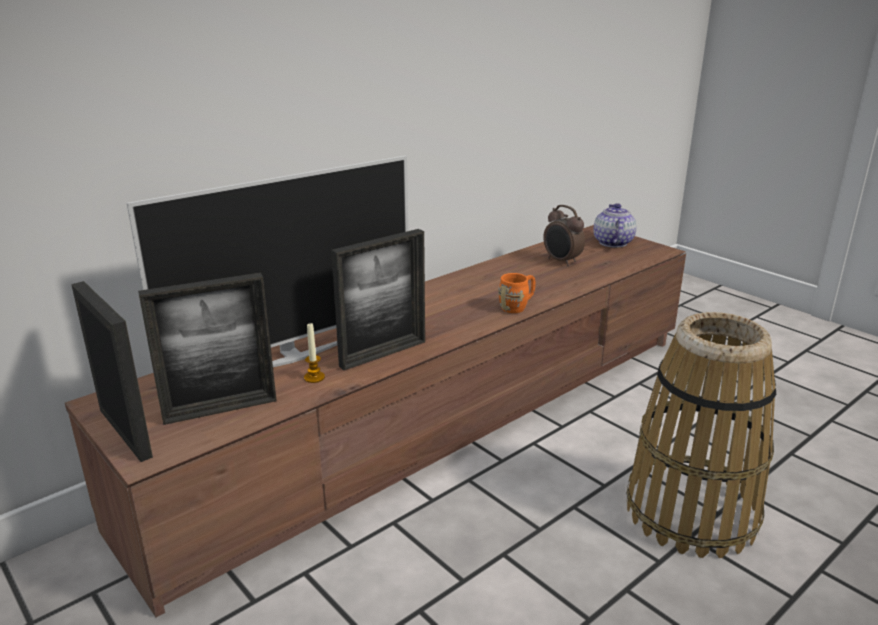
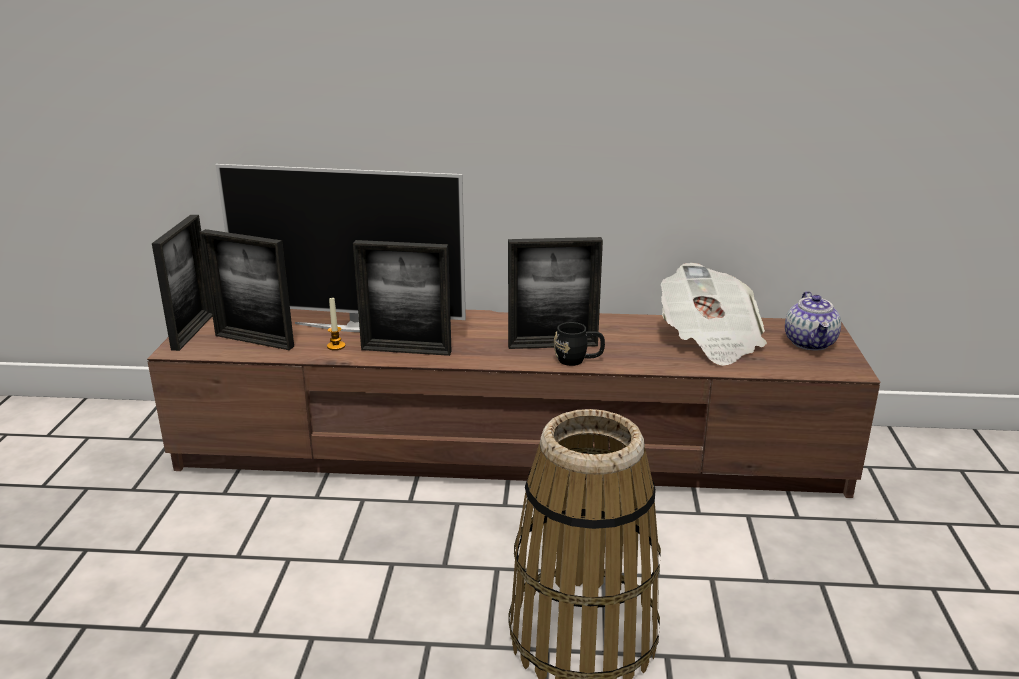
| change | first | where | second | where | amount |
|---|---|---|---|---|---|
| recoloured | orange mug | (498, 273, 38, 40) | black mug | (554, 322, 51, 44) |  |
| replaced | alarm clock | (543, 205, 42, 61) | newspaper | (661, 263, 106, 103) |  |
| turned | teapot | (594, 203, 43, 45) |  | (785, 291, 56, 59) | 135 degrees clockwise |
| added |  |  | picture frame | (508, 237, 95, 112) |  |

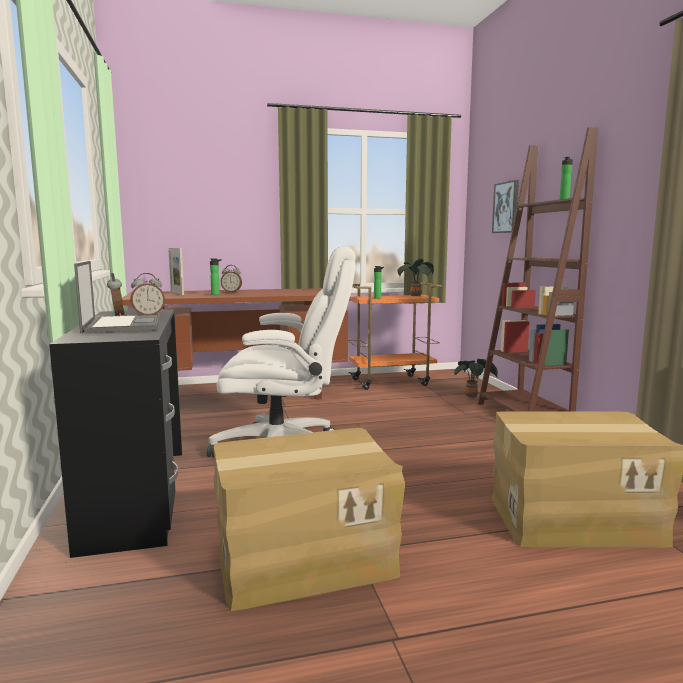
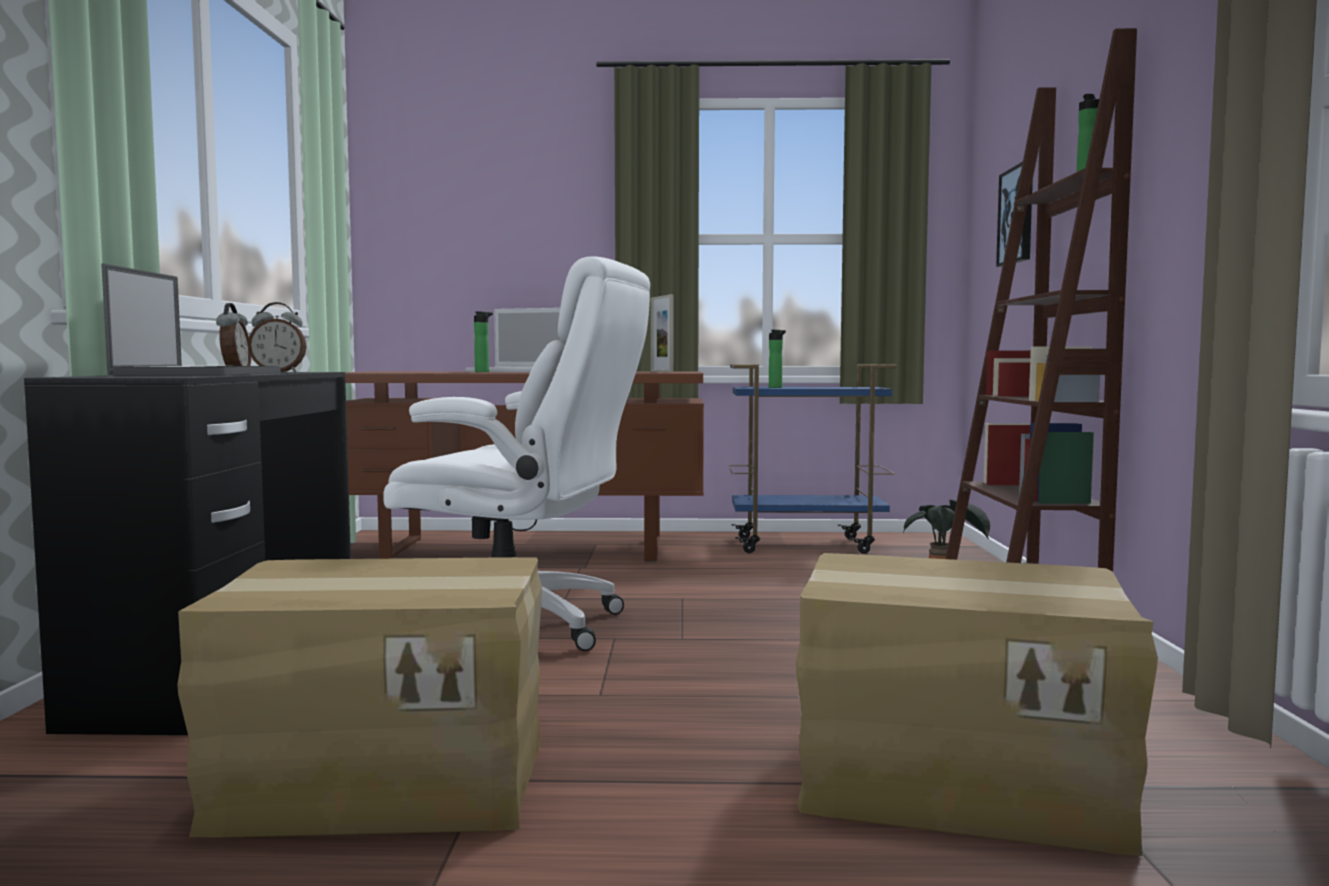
| change | first | where | second | where | amount |
|---|---|---|---|---|---|
| moved | picture frame | (168, 248, 16, 47) |  | (651, 294, 22, 78) |  |
| replaced | alarm clock | (221, 265, 21, 27) | laptop | (465, 308, 96, 64) |  |
| recoloured | orange cart | (348, 282, 94, 108) | blue cart | (728, 364, 169, 190) |  |
| removed | potted plant | (397, 259, 37, 37) |  |  |  |

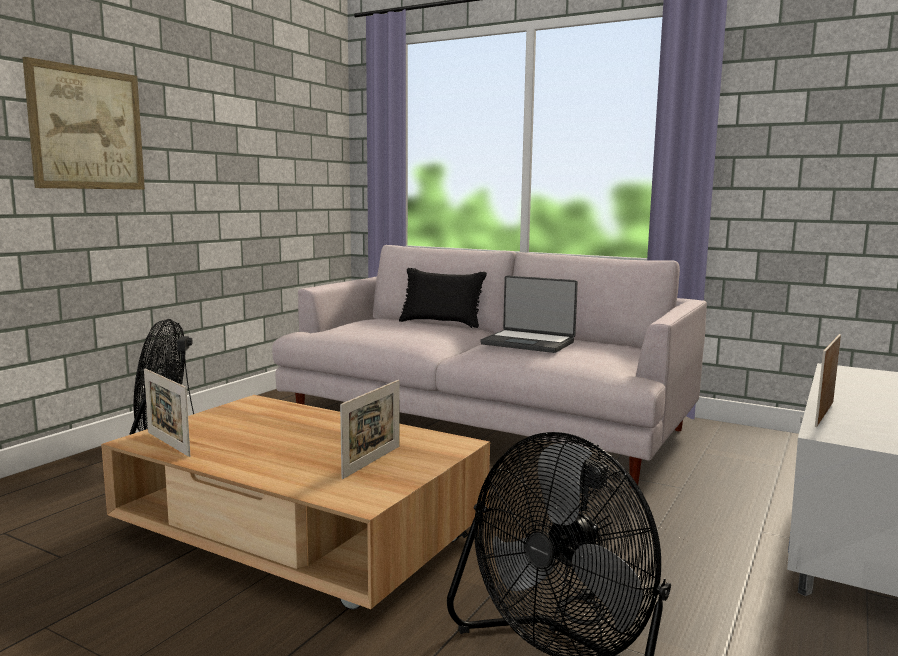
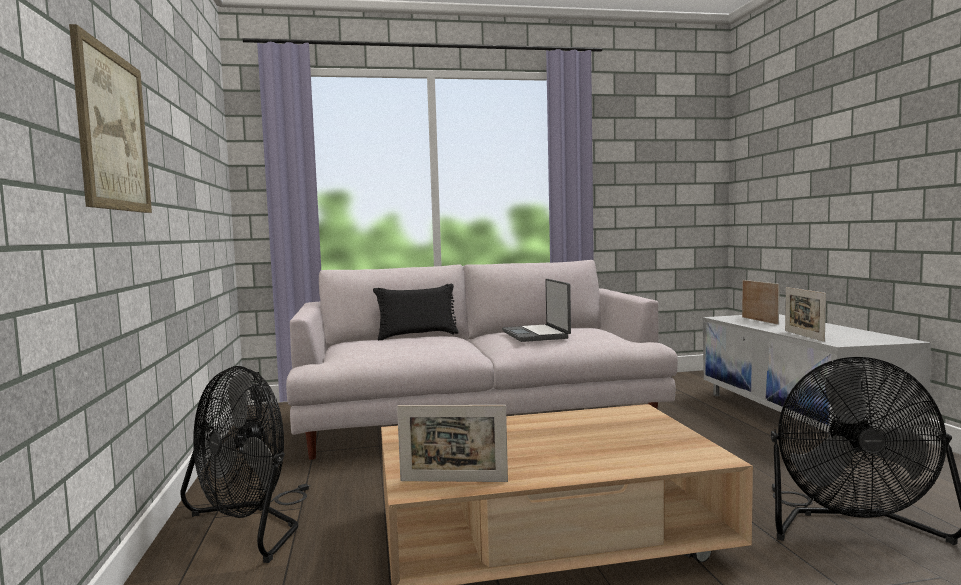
| change | first | where | second | where | amount |
|---|---|---|---|---|---|
| moved | picture frame | (340, 380, 60, 99) |  | (742, 280, 38, 45) |  |
| turned | laptop | (481, 275, 97, 78) |  | (502, 279, 69, 63) | 90 degrees clockwise |

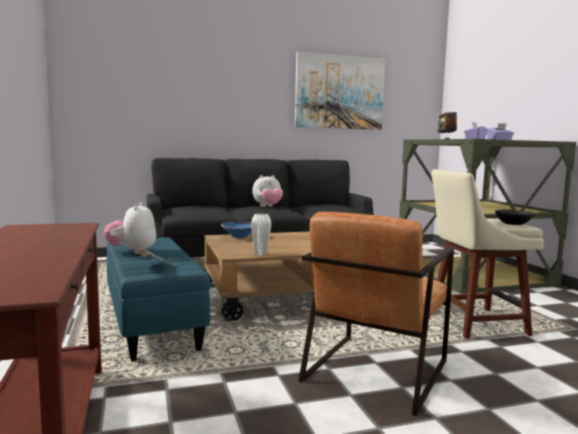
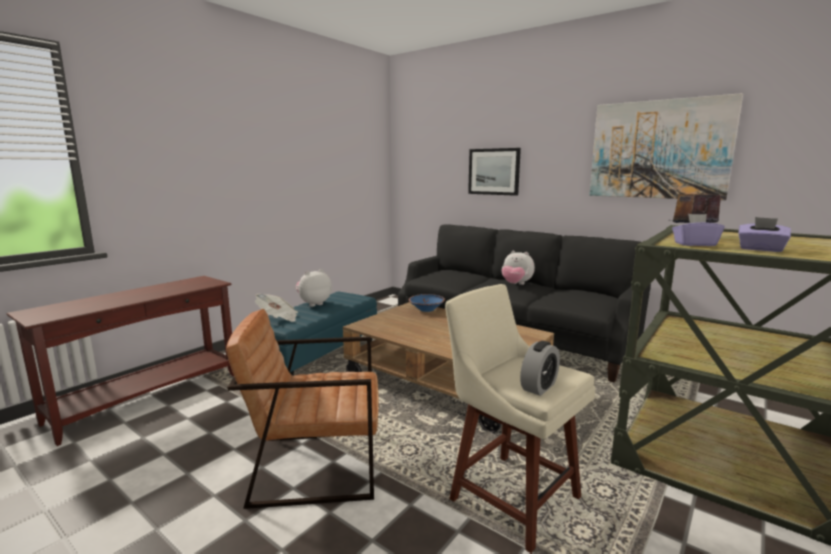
| change | first | where | second | where | amount |
|---|---|---|---|---|---|
| removed | white vase | (251, 213, 21, 43) |  |  |  |
| replaced | black bowl | (495, 209, 39, 16) | alarm clock | (520, 341, 40, 55) |  |
| added |  |  | picture | (468, 148, 53, 48) |  |

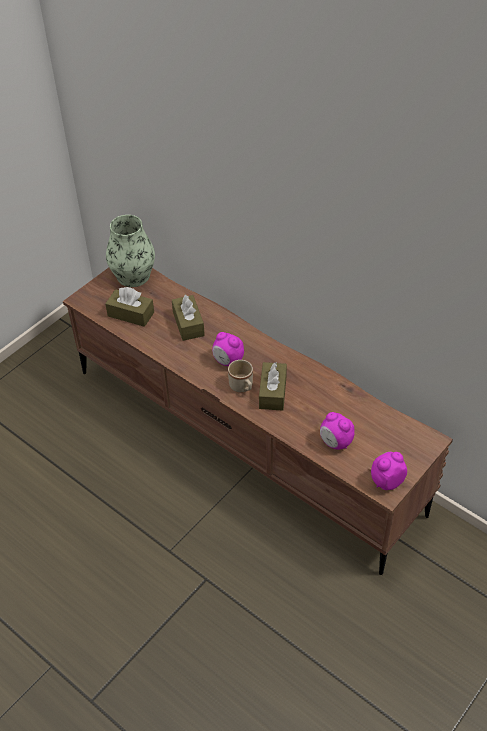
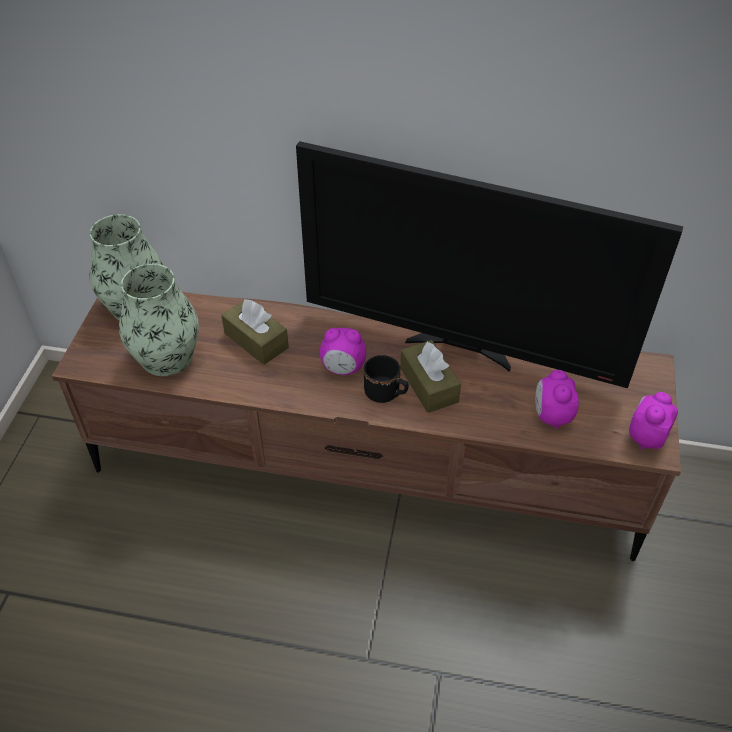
| change | first | where | second | where | amount |
|---|---|---|---|---|---|
| replaced | brown tissue box | (105, 287, 49, 40) | vase | (119, 264, 80, 112) |  |
| recoloured | beige mug | (228, 360, 25, 32) | black mug | (364, 355, 45, 48) |  |
| turned | alarm clock | (320, 412, 34, 38) |  | (535, 370, 44, 60) | 75 degrees clockwise |
| added |  |  | television | (296, 141, 387, 247) |  |

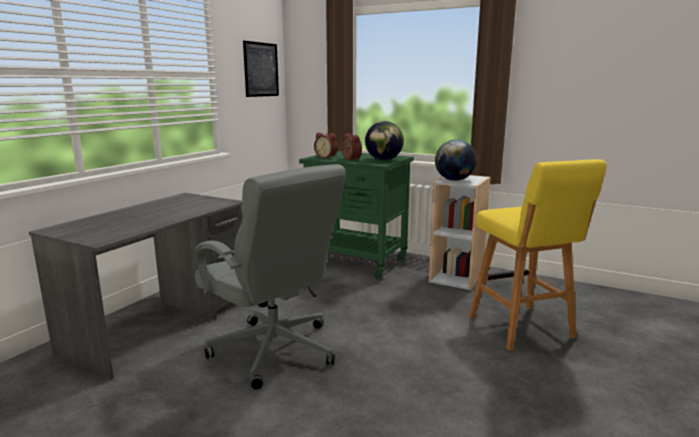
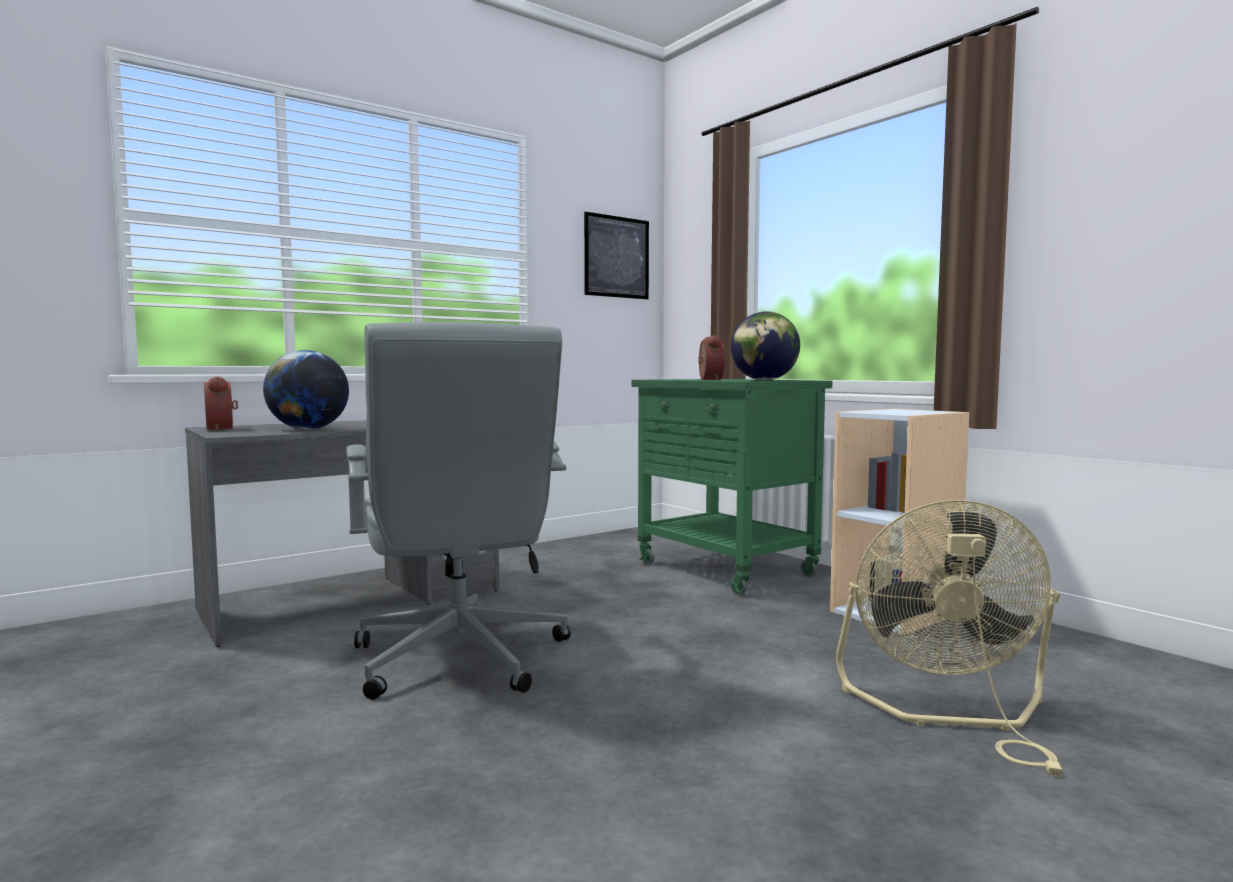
| change | first | where | second | where | amount |
|---|---|---|---|---|---|
| moved | alarm clock | (314, 132, 24, 27) |  | (204, 377, 34, 54) |  |
| moved | globe | (435, 140, 42, 41) |  | (263, 350, 86, 79) |  |
| replaced | yellow stool | (468, 159, 139, 192) | beige fan | (836, 500, 227, 277) |  |

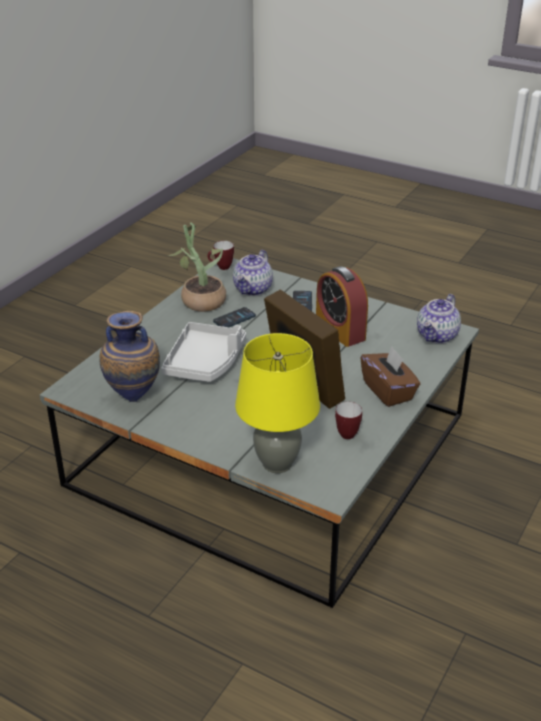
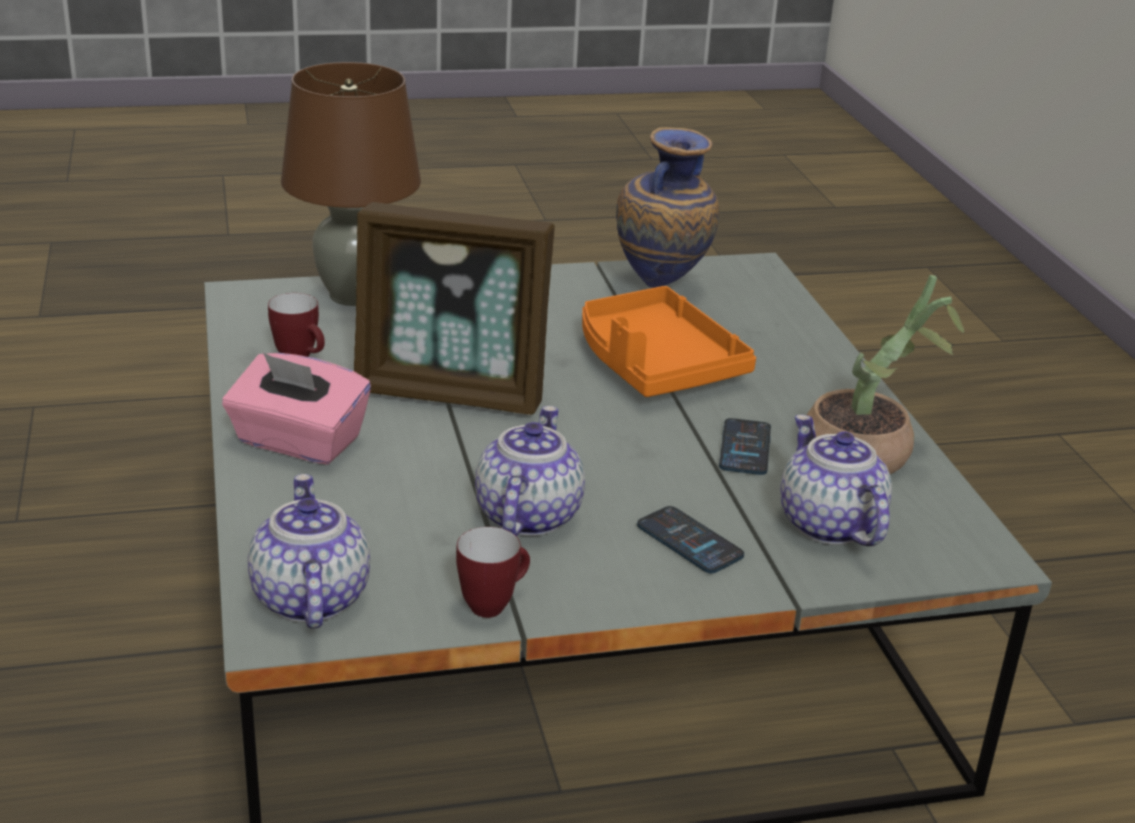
| change | first | where | second | where | amount |
|---|---|---|---|---|---|
| recoloured | grey tray | (161, 322, 85, 60) | orange tray | (582, 286, 174, 111) |  |
| moved | mug | (208, 241, 26, 29) |  | (456, 527, 74, 91) |  |
| recoloured | yellow table lamp | (235, 333, 85, 140) | brown table lamp | (281, 62, 140, 244) |  |
| replaced | alarm clock | (316, 266, 52, 81) | teapot | (475, 406, 110, 130) |  |
| recoloured | brown tissue box | (360, 346, 60, 61) | pink tissue box | (222, 353, 149, 112) |  |

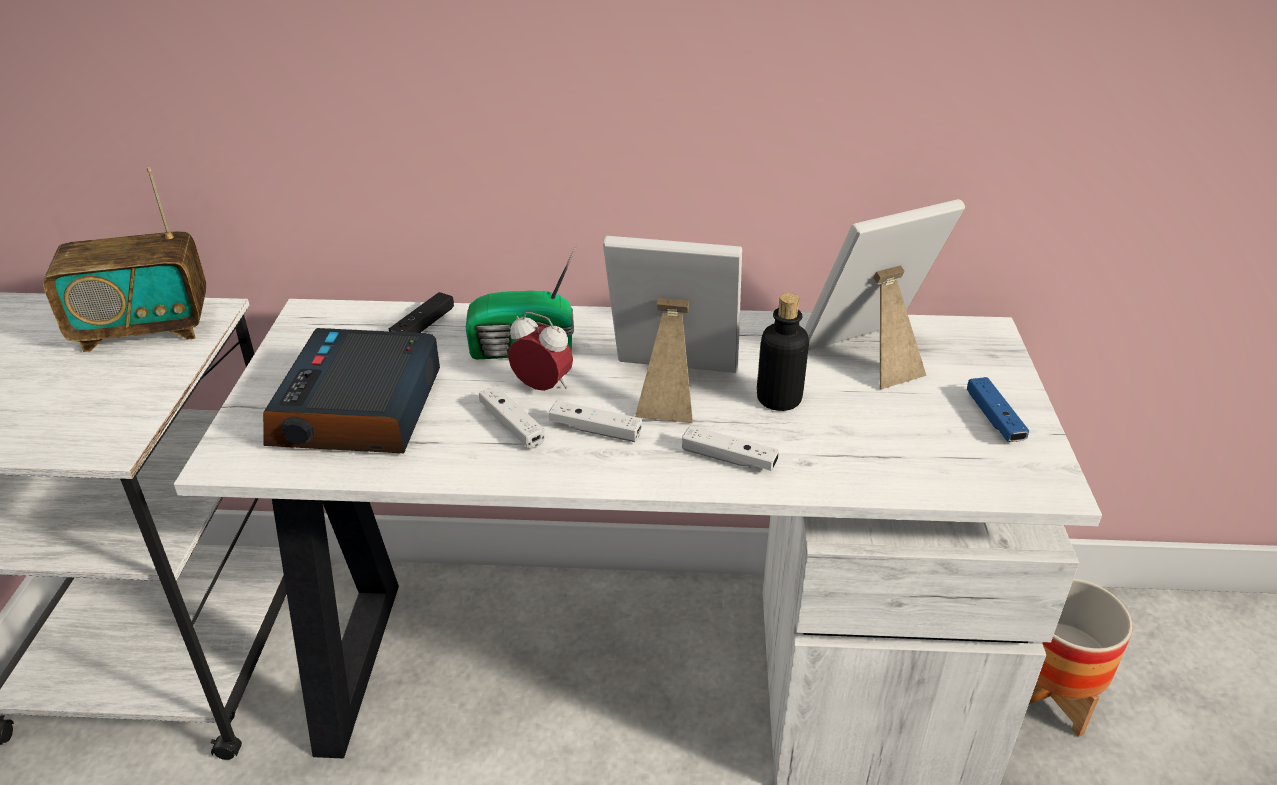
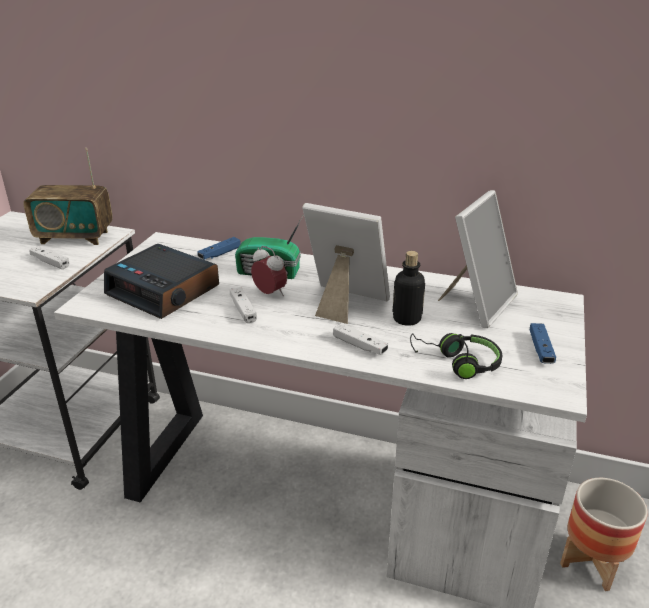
| change | first | where | second | where | amount |
|---|---|---|---|---|---|
| turned | alarm clock | (263, 328, 177, 125) |  | (104, 244, 115, 75) | 75 degrees counterclockwise |
| recoloured | black game controller | (389, 292, 65, 41) | blue game controller | (197, 237, 44, 23) |  |
| moved | white game controller | (549, 401, 93, 41) |  | (29, 246, 41, 23) |  |
| turned | picture frame | (804, 199, 161, 190) |  | (438, 190, 80, 138) | 135 degrees clockwise |
| added |  |  | black headphones | (410, 333, 92, 46) |  |

